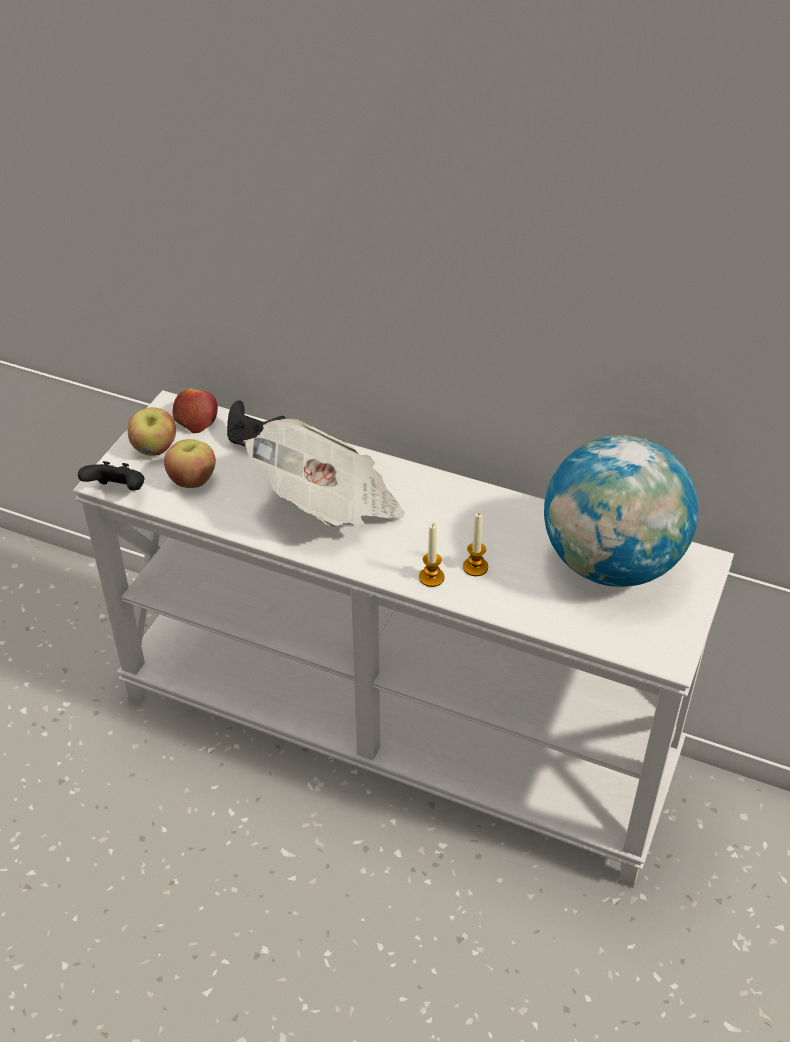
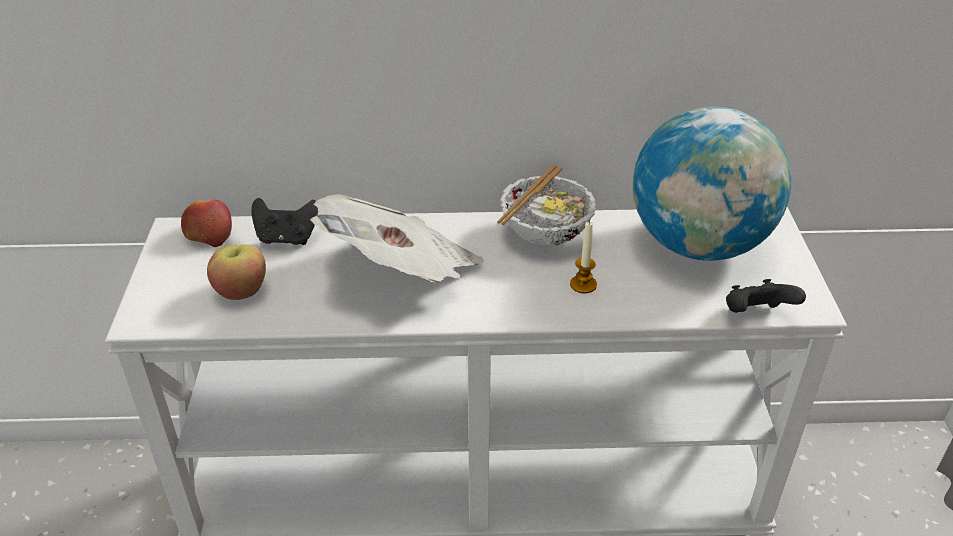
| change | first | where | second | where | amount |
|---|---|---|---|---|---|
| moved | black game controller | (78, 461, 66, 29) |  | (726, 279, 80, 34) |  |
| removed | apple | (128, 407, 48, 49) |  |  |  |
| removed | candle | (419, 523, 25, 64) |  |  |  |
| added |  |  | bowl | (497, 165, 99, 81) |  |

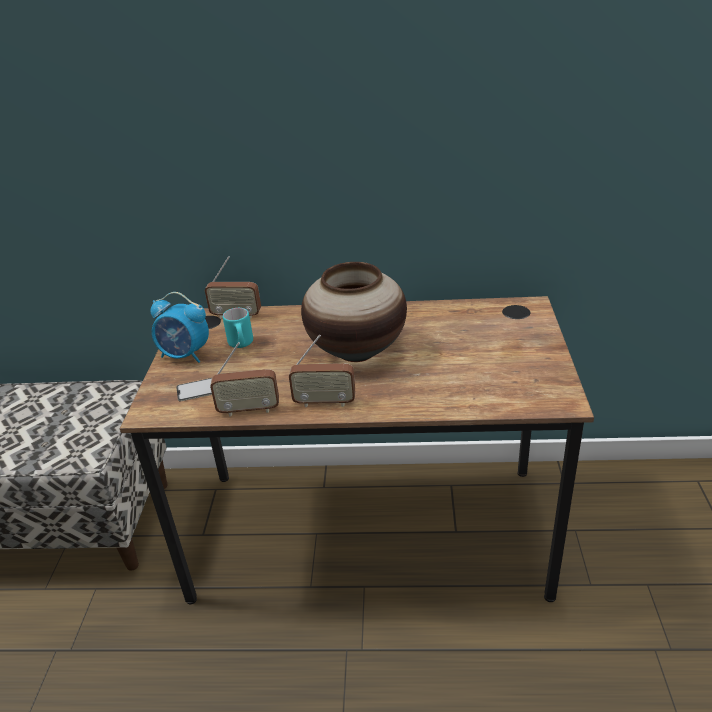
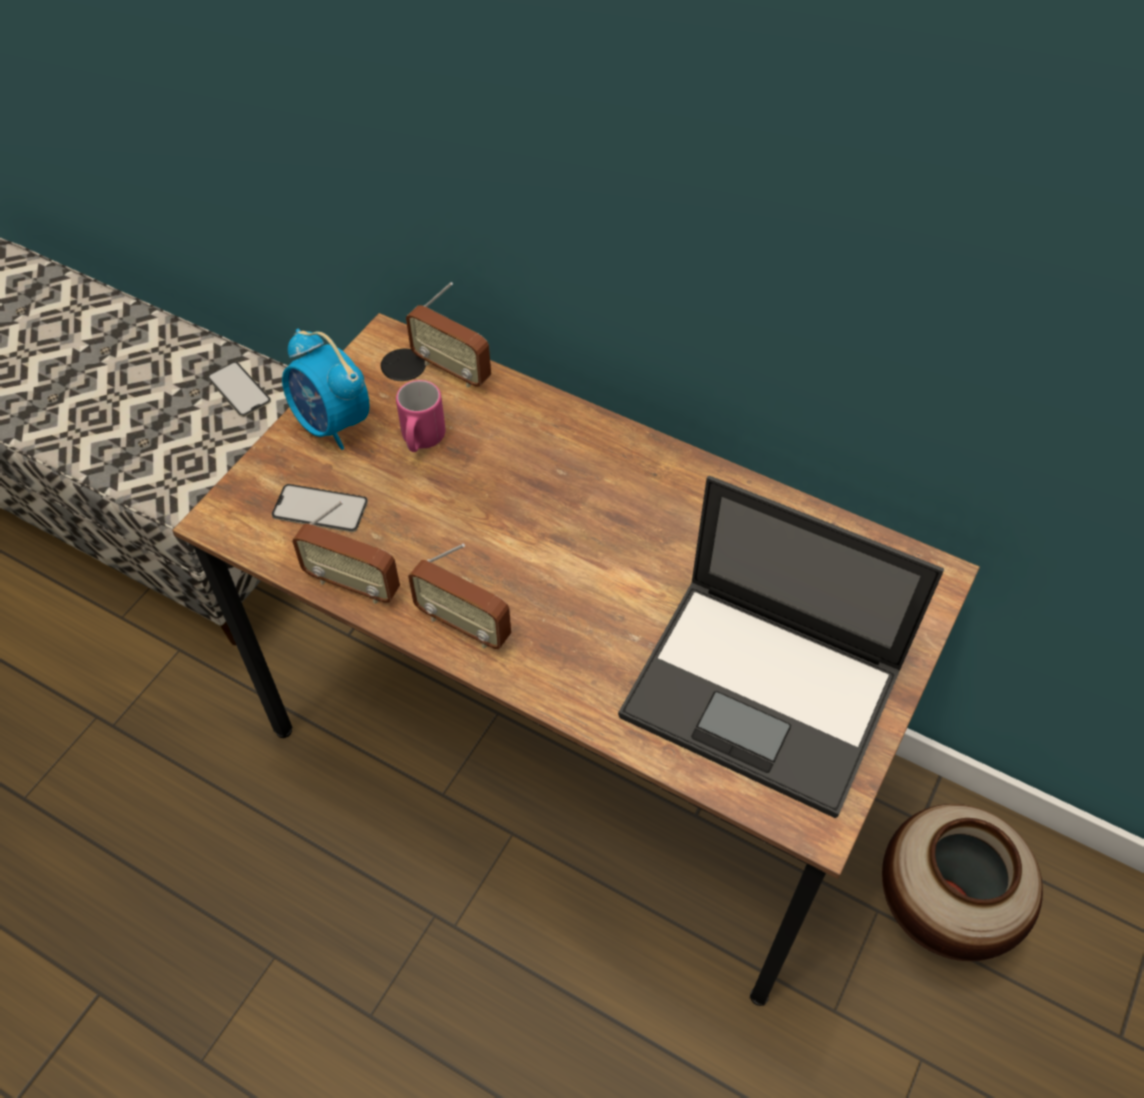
| change | first | where | second | where | amount |
|---|---|---|---|---|---|
| recoloured | turquoise mug | (223, 308, 30, 40) | pink mug | (396, 380, 49, 72) |  |
| moved | vase | (301, 262, 106, 100) |  | (882, 804, 161, 157) |  |
| added |  |  | phone | (207, 362, 64, 55) |  |
| added |  |  | laptop | (618, 476, 326, 342) |  |

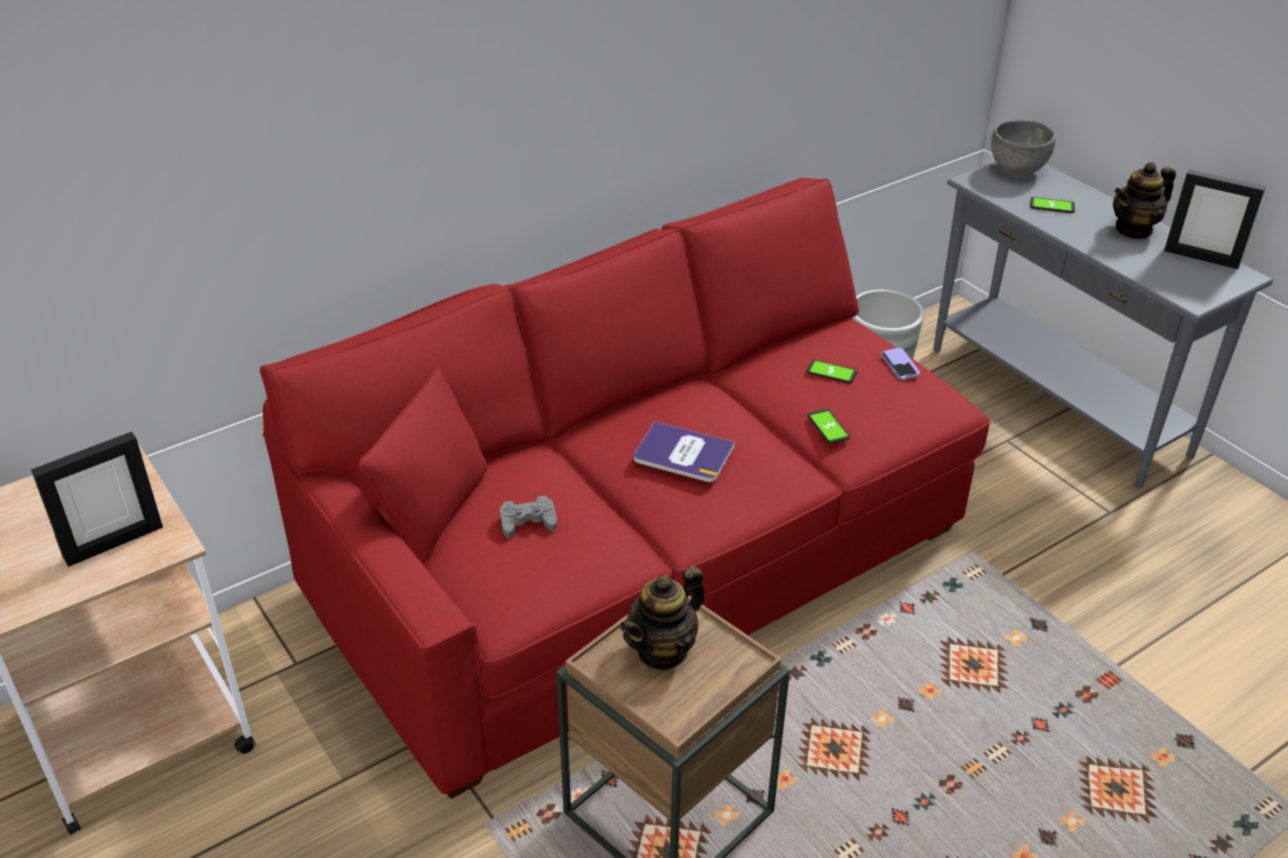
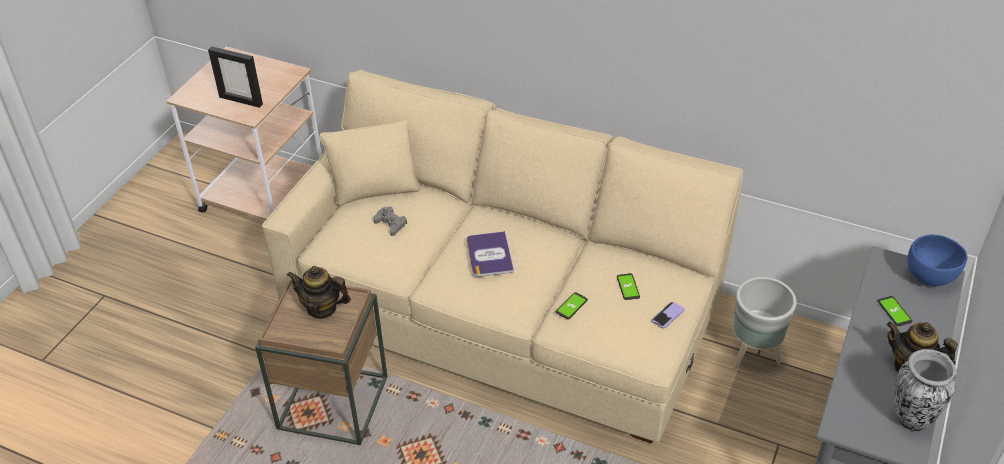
| change | first | where | second | where | amount |
|---|---|---|---|---|---|
| recoloured | red sofa | (260, 178, 731, 621) | beige sofa | (262, 70, 481, 373) |  |
| recoloured | grey bowl | (991, 120, 65, 56) | blue bowl | (908, 234, 59, 52) |  |
| replaced | picture frame | (1164, 169, 102, 100) | vase | (894, 349, 63, 82) |  |

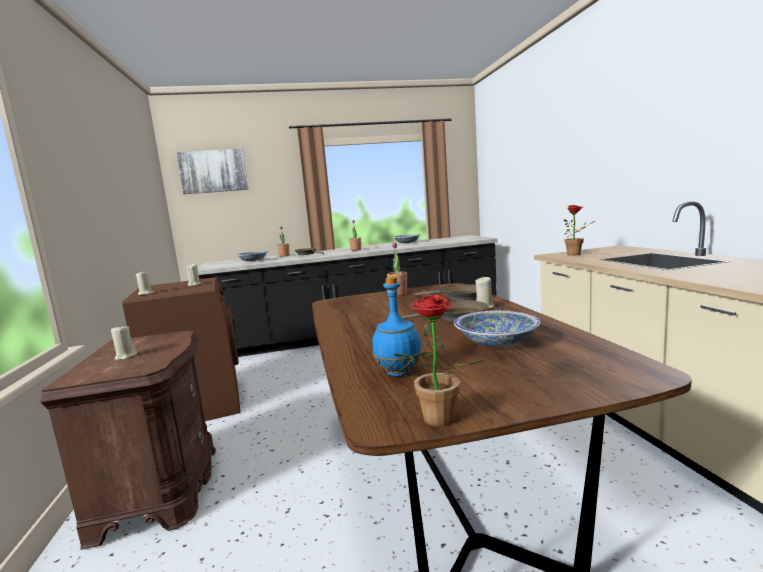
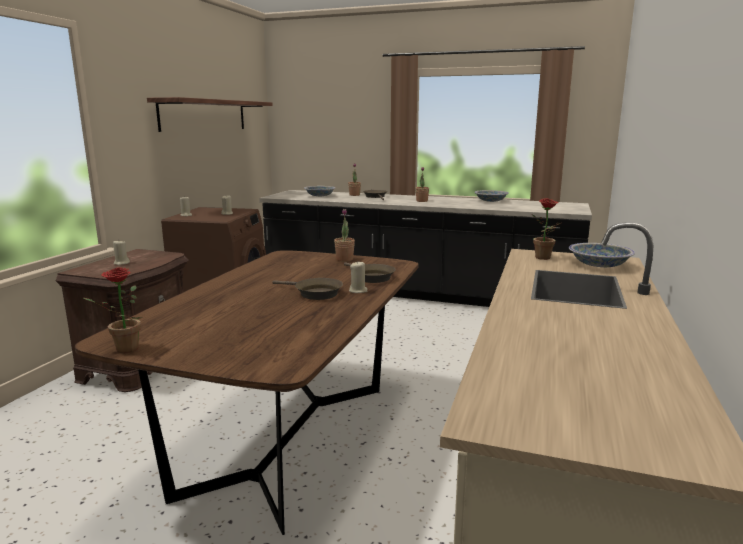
| change | first | where | second | where | amount |
|---|---|---|---|---|---|
| removed | picture | (176, 149, 72, 45) |  |  |  |
| removed | blue bottle | (372, 277, 50, 99) |  |  |  |
| moved | bowl | (454, 310, 86, 37) |  | (569, 243, 66, 24) |  |
| added |  |  | shelf | (147, 97, 126, 35) |  |

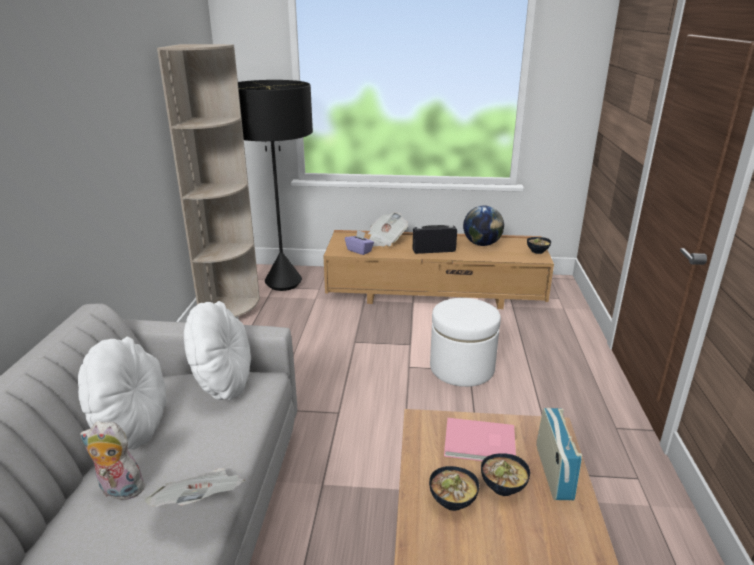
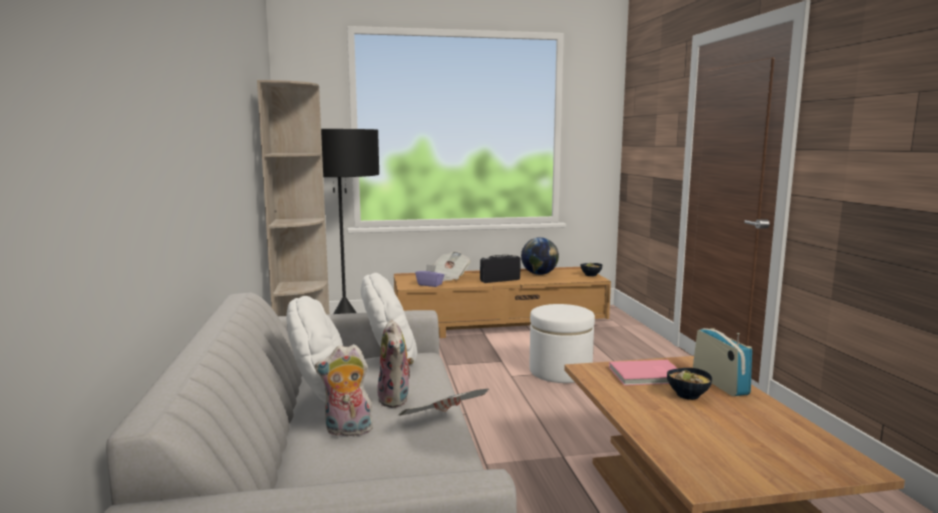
| change | first | where | second | where | amount |
|---|---|---|---|---|---|
| removed | bowl | (429, 466, 50, 45) |  |  |  |
| added |  |  | plush toy | (377, 319, 37, 89) |  |

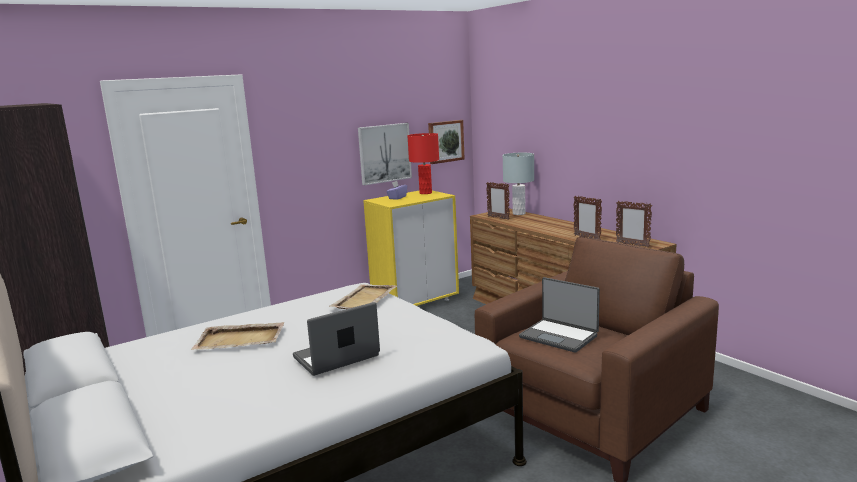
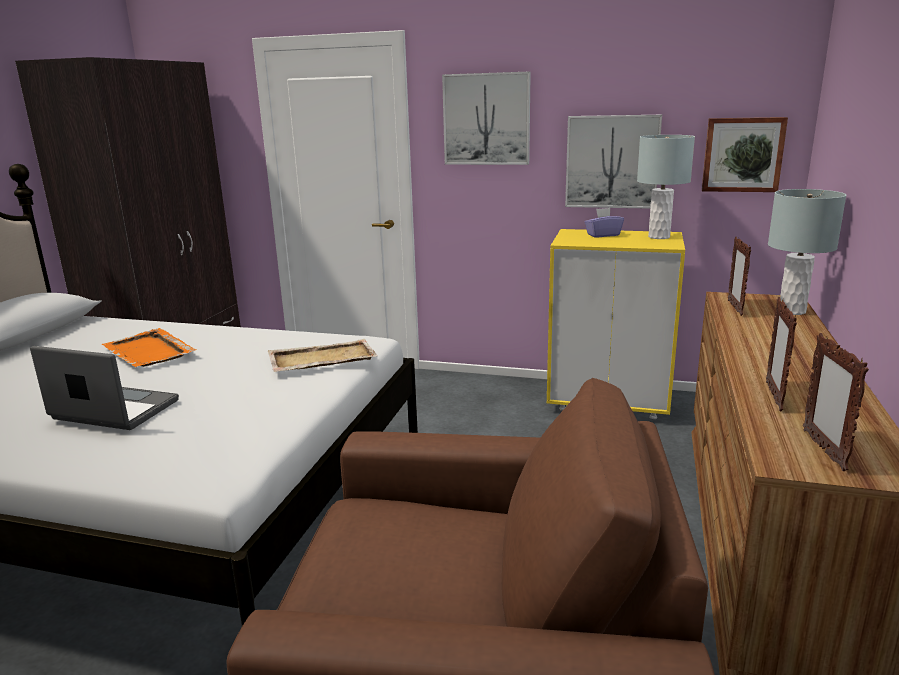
| change | first | where | second | where | amount |
|---|---|---|---|---|---|
| recoloured | beige tray | (191, 322, 94, 28) | orange tray | (101, 328, 95, 39) |  |
| recoloured | red table lamp | (407, 133, 32, 61) | grey table lamp | (637, 135, 58, 104) |  |
| removed | laptop | (519, 277, 81, 76) |  |  |  |
| added |  |  | picture | (442, 72, 89, 93) |  |

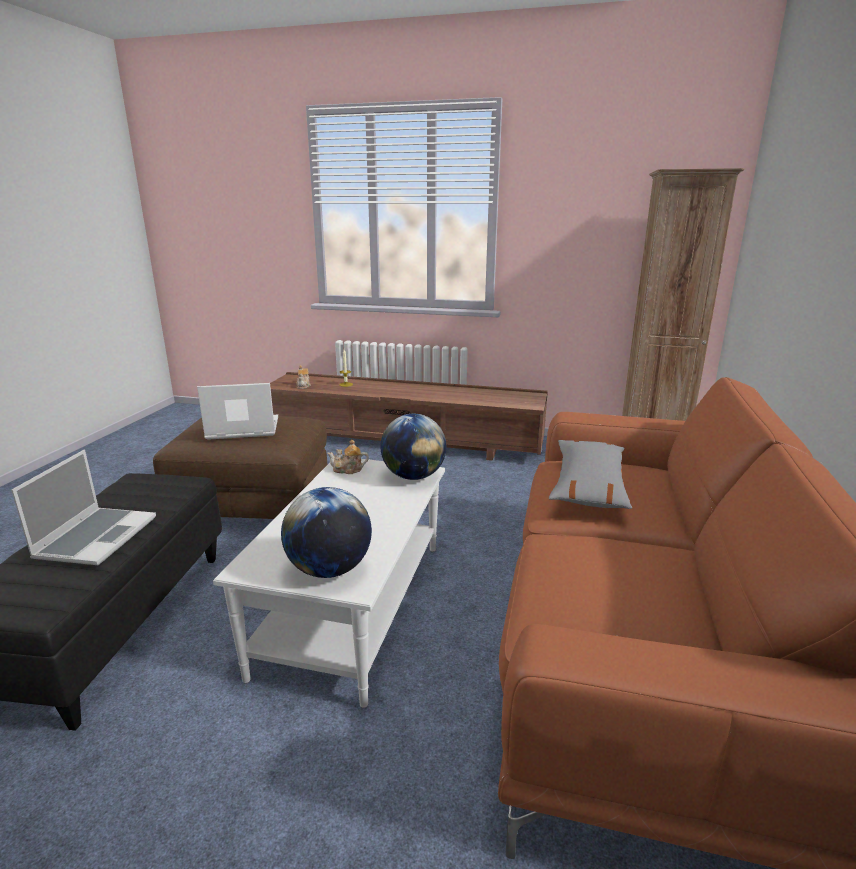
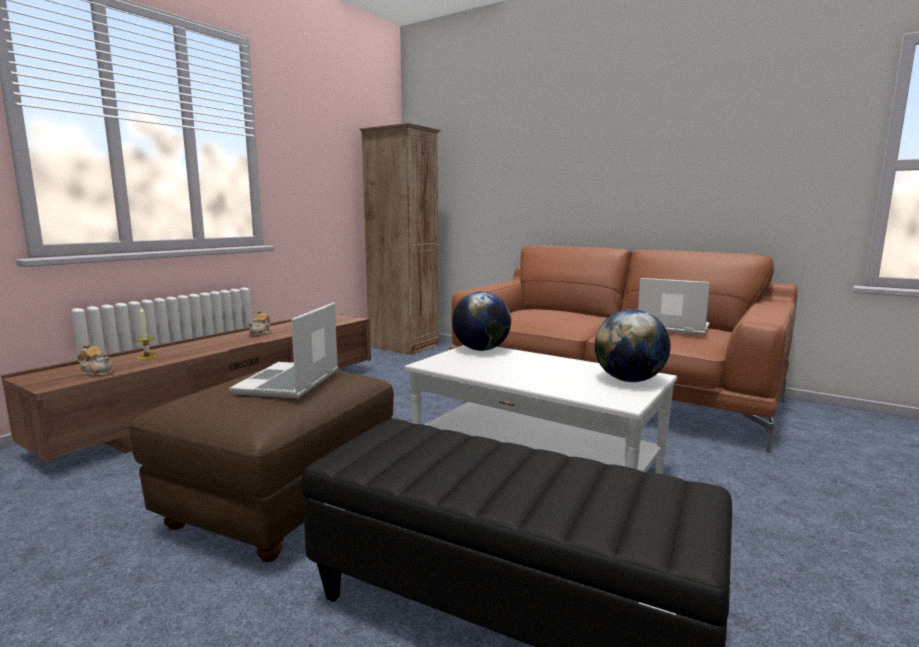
| change | first | where | second | where | amount |
|---|---|---|---|---|---|
| moved | laptop | (11, 450, 145, 115) |  | (638, 278, 72, 57) |  |
| moved | teapot | (327, 439, 42, 35) |  | (248, 310, 22, 26) |  |
| removed | grey pillow | (549, 440, 83, 69) |  |  |  |

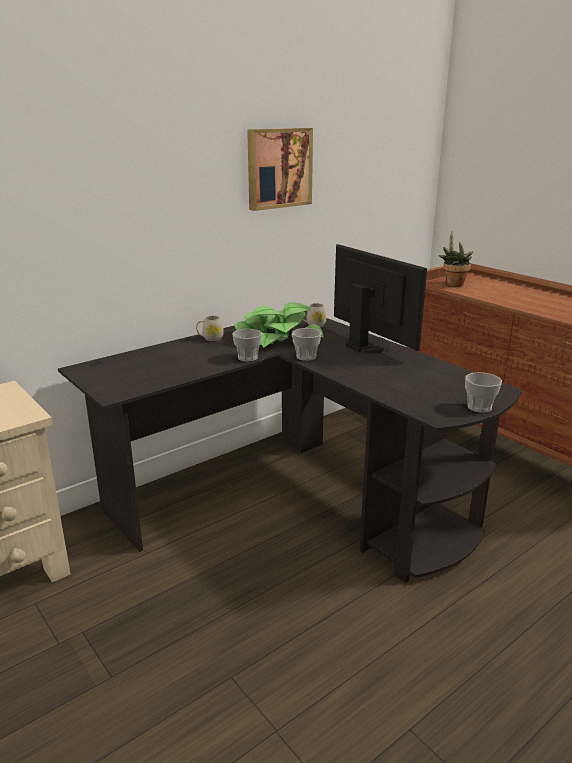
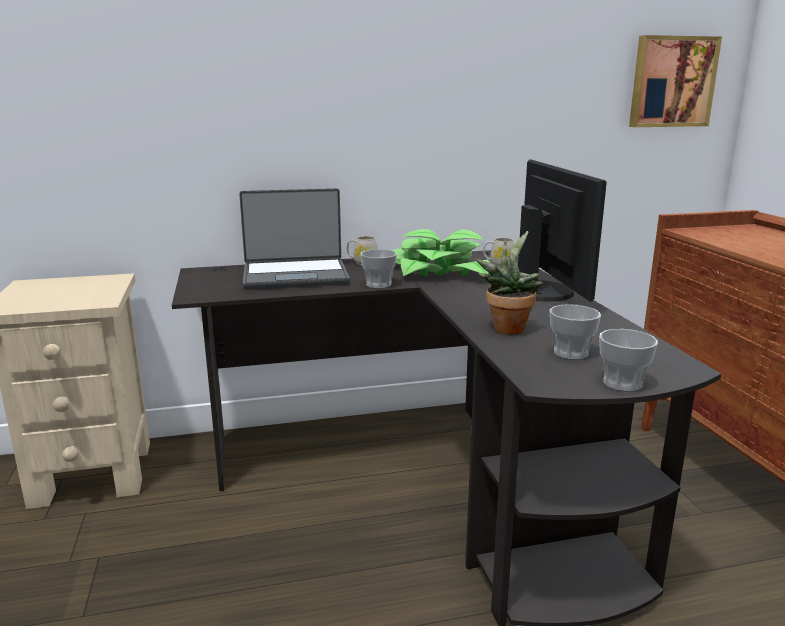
| change | first | where | second | where | amount |
|---|---|---|---|---|---|
| moved | picture | (247, 128, 66, 83) |  | (629, 35, 93, 92) |  |
| moved | cup | (292, 328, 29, 33) |  | (549, 304, 52, 56) |  |
| moved | potted plant | (439, 230, 34, 57) |  | (475, 231, 67, 103) |  |
| added |  |  | laptop | (239, 188, 111, 102) |  |

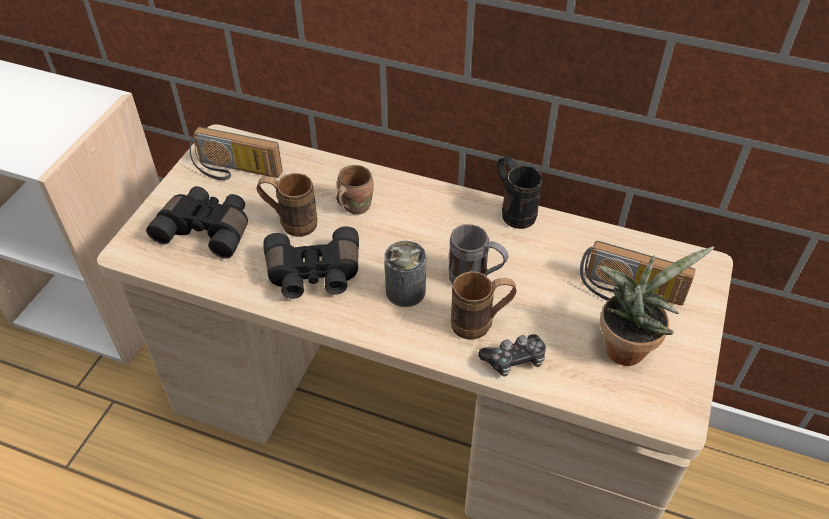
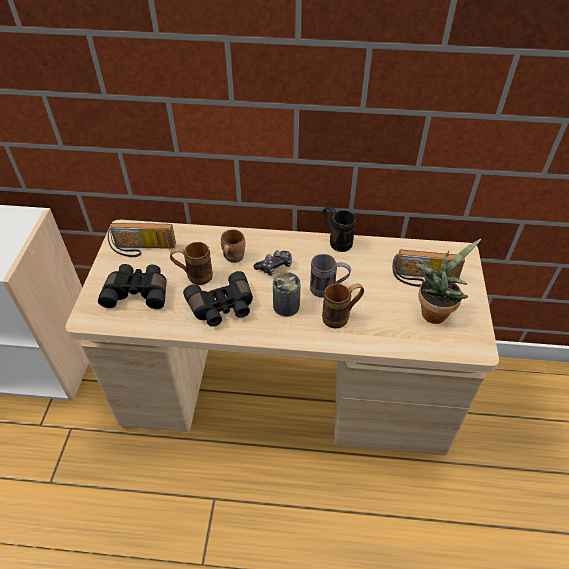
| change | first | where | second | where | amount |
|---|---|---|---|---|---|
| moved | game controller | (478, 334, 68, 43) |  | (254, 250, 38, 26) |  |

